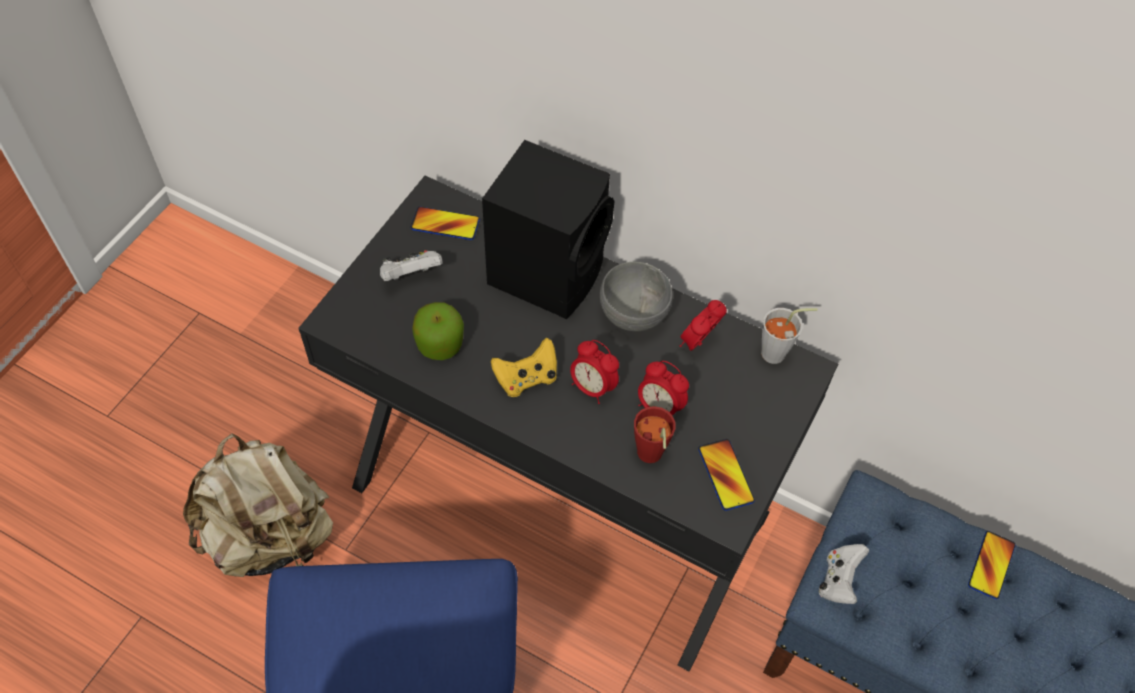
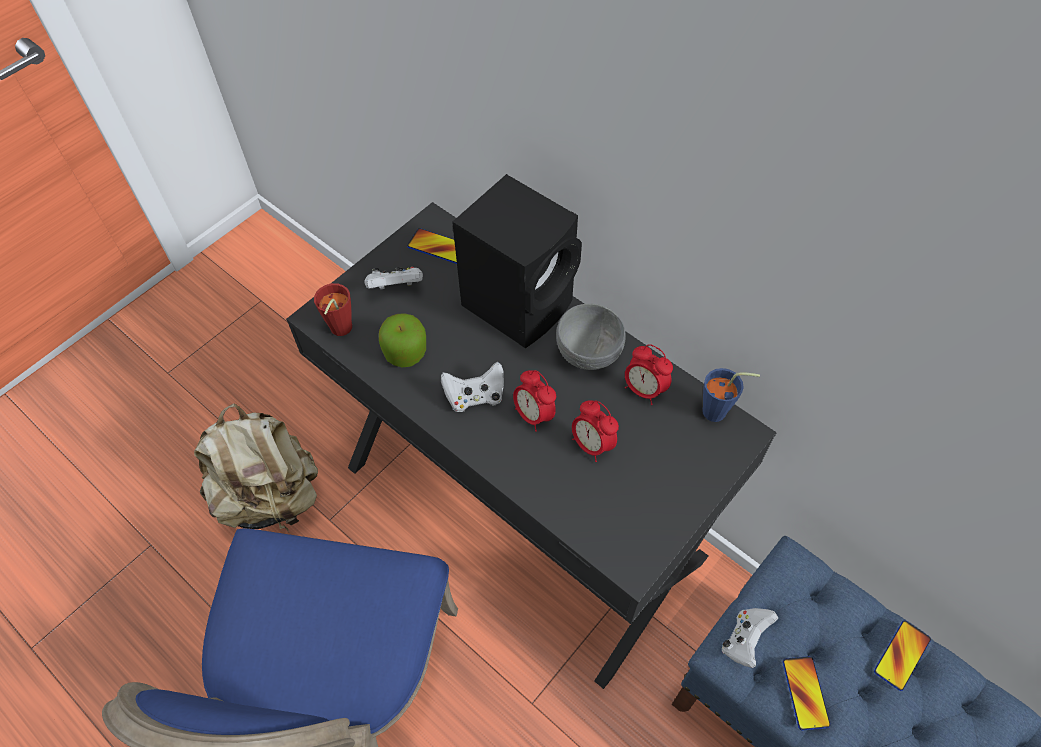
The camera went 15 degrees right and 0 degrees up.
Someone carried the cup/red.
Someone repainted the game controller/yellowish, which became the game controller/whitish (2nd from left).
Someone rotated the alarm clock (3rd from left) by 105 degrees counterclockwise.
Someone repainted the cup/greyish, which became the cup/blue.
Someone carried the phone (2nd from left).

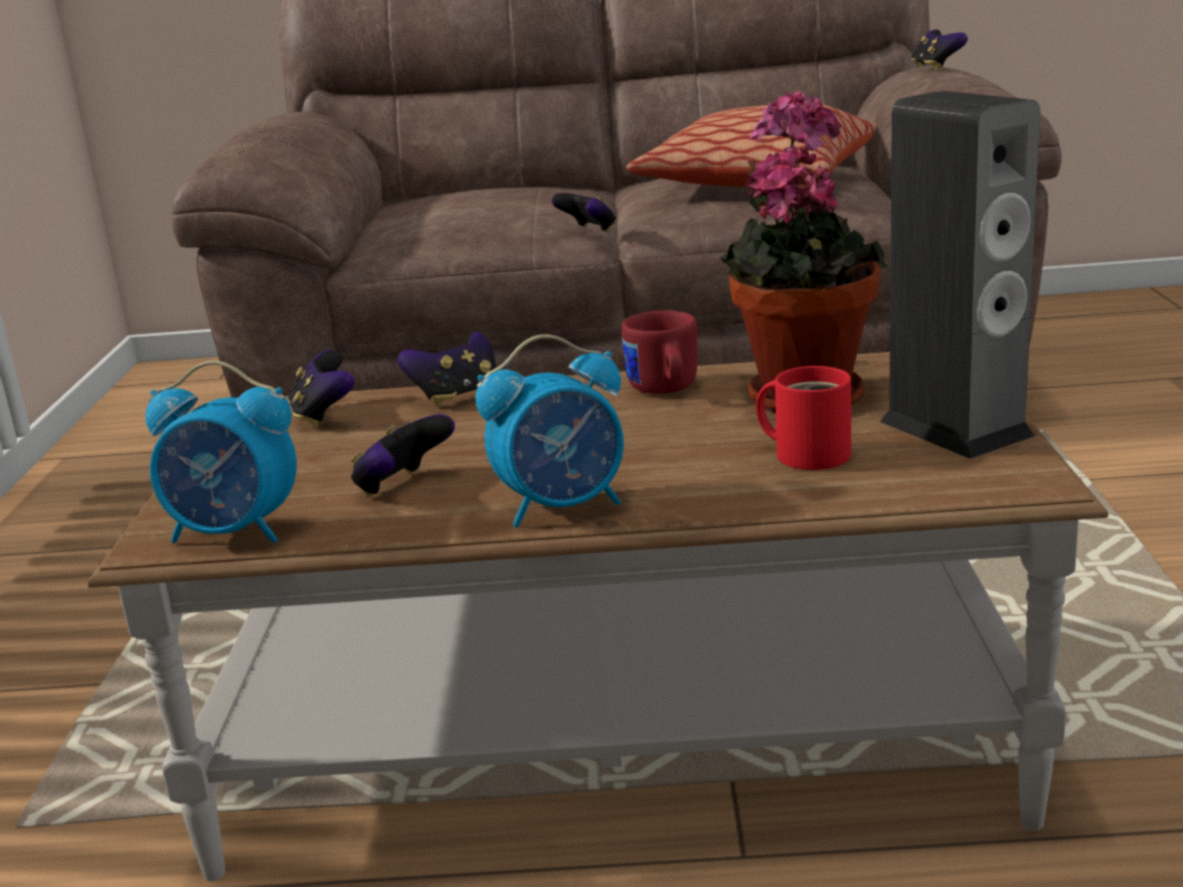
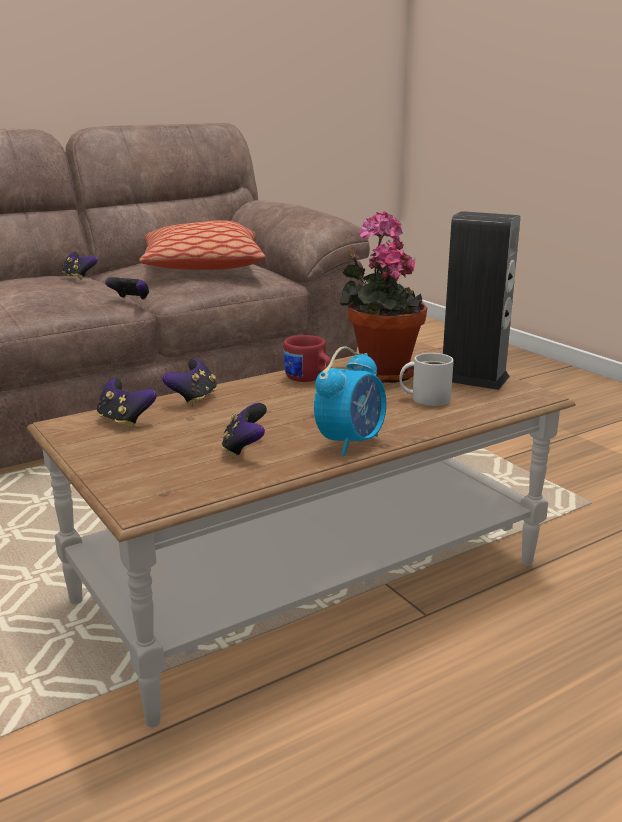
The camera went 35 degrees left and 0 degrees up.
Someone carried the game controller (5th from left in the first image).
Someone repainted the mug/red (2nd from left), which became the mug/whitish.
Someone took away the alarm clock (1st from left).

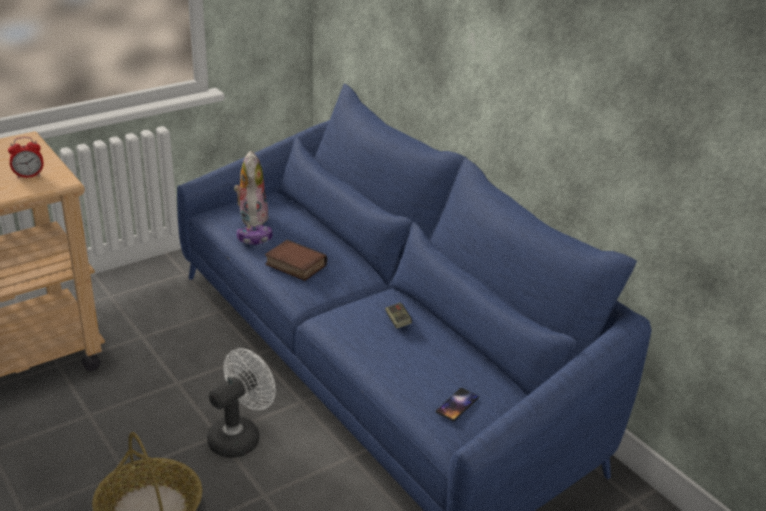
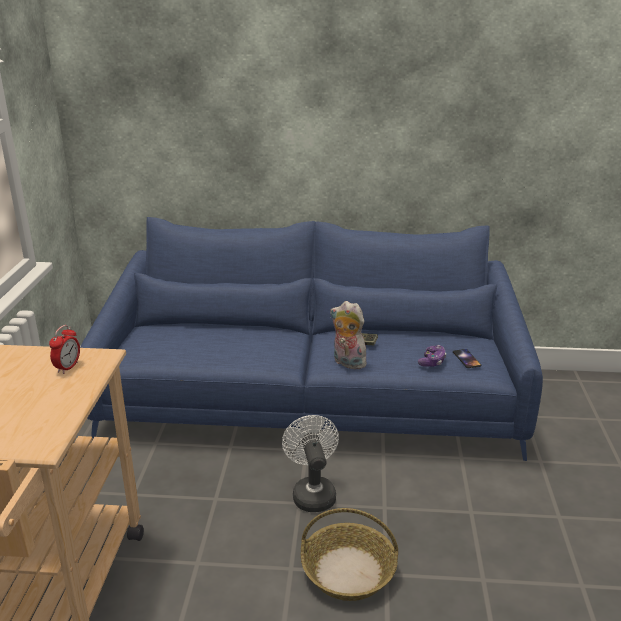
The camera went 50 degrees left and 5 degrees down.
Someone carried the soft toy.
Someone carried the game controller (1st from left in the first image).
Someone took away the volume.

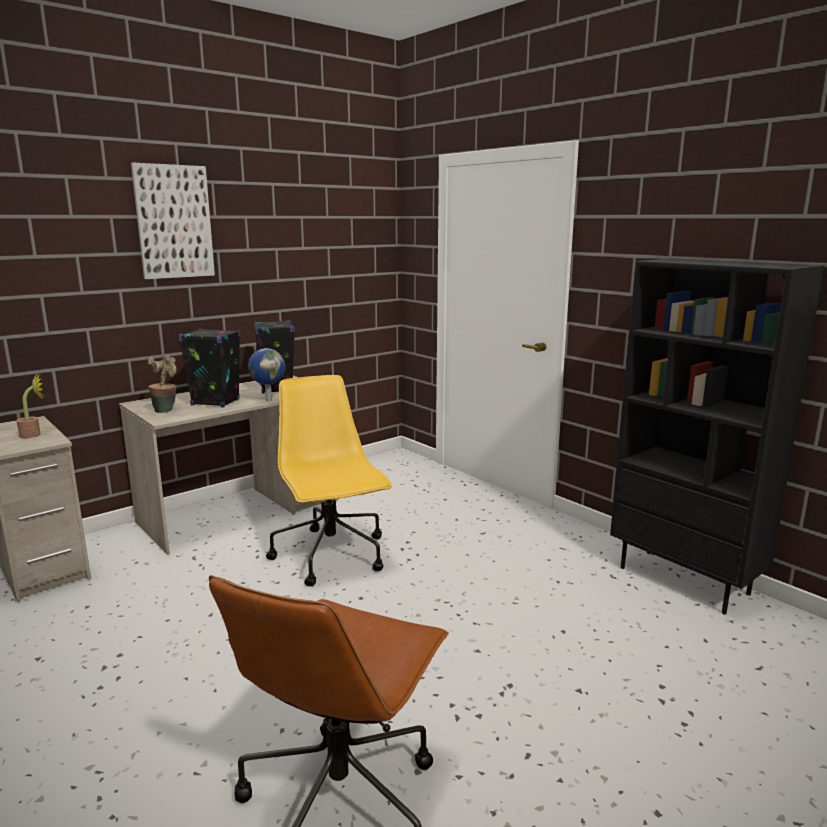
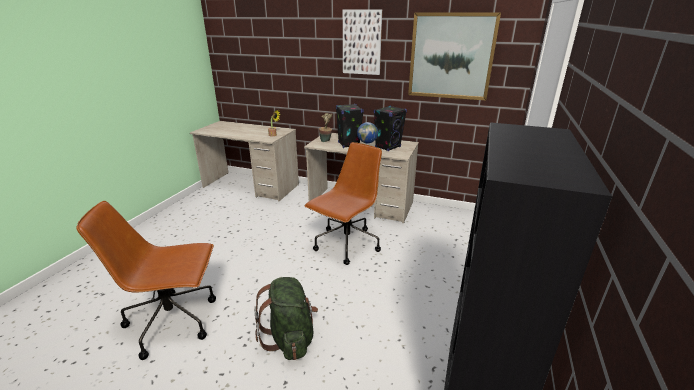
The camera went 60 degrees right and 10 degrees up.
Someone put down the backpack/green-coloured.
Someone repainted the office chair/yellowish, which became the office chair/brown (2nd from left).
Someone put up the picture (2nd from left).

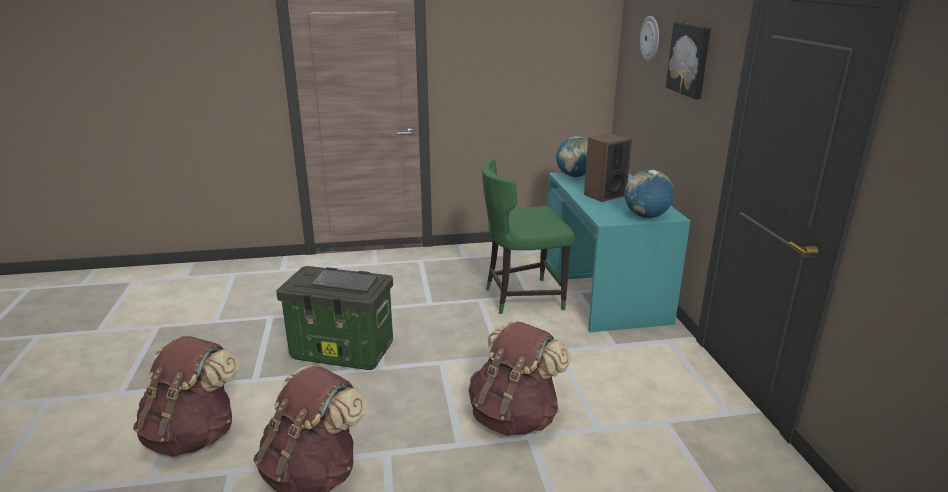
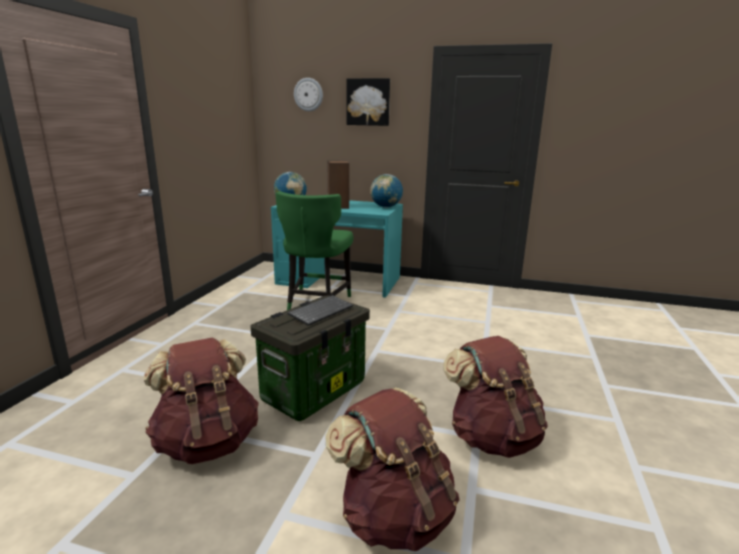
The camera went 65 degrees left and 5 degrees down.
Someone carried the backpack/brown (3rd from left in the first image).

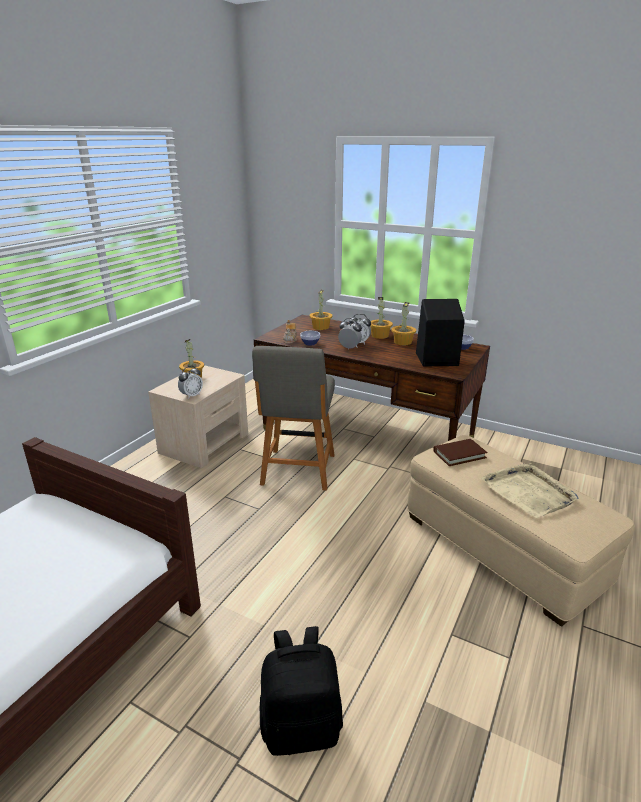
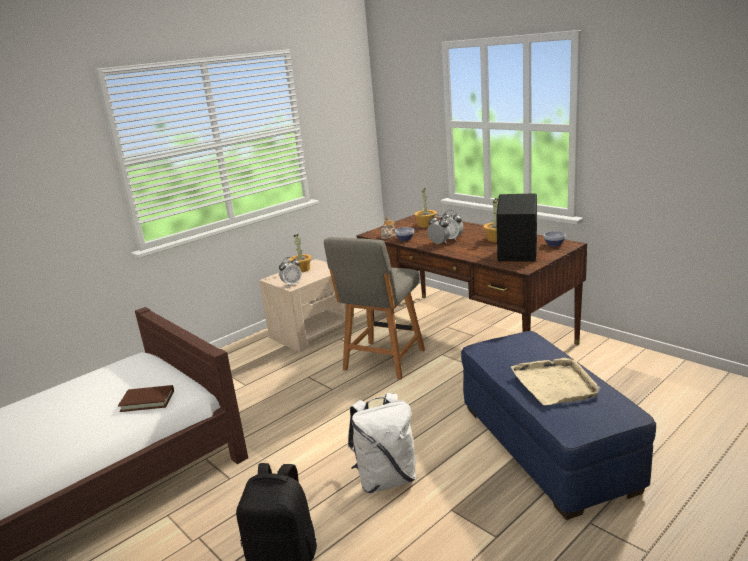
The camera went 20 degrees right and 5 degrees down.
Someone carried the volume/brown.
Someone put down the backpack/whitish.
Someone repainted the ottoman/sand-coloured, which became the ottoman/blue.
Someone took away the potted plant (3rd from left).

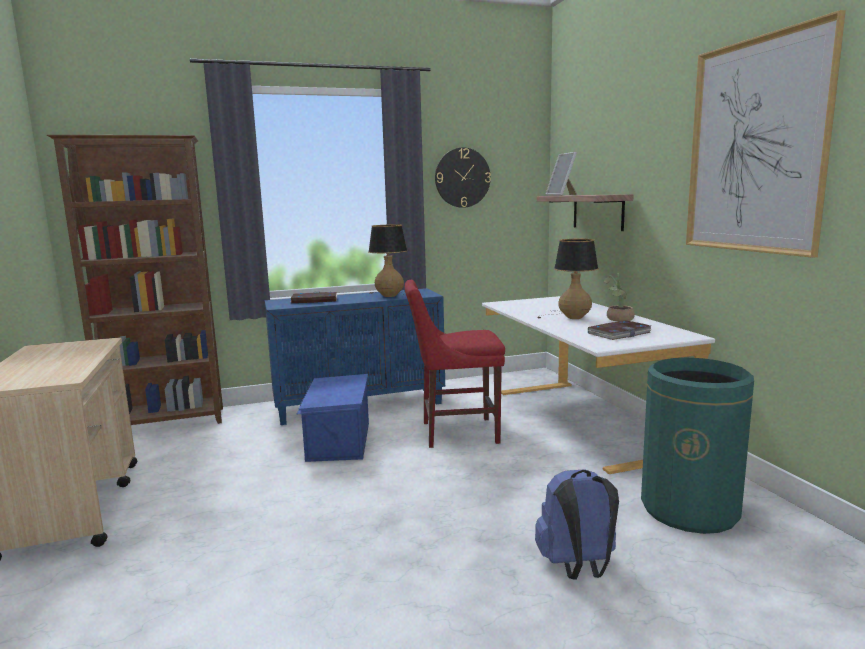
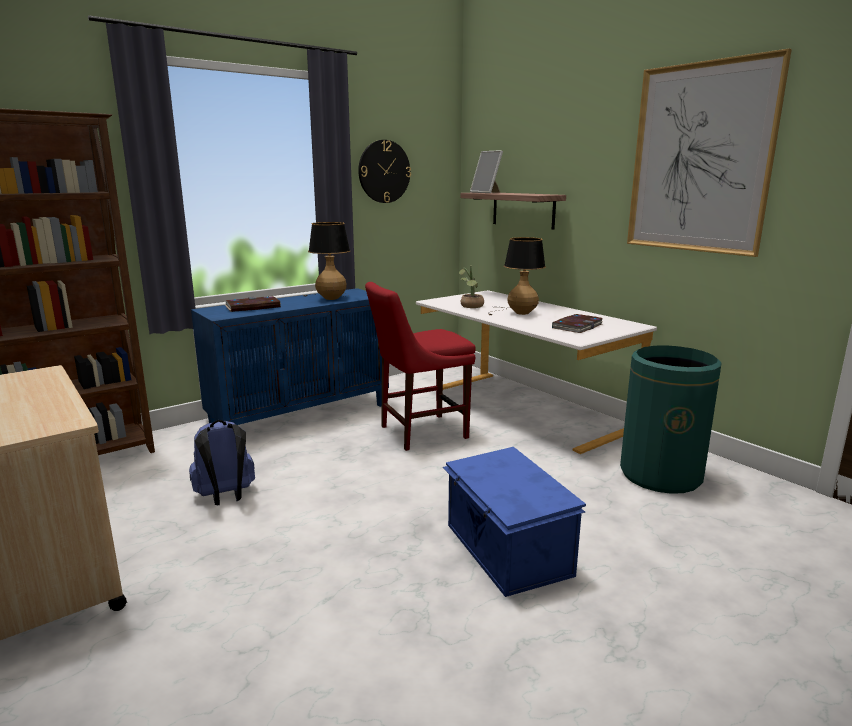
The camera went 20 degrees left and 5 degrees up.
Someone carried the backpack/blue.
Someone carried the storage bin/blue.
Someone carried the potted plant.

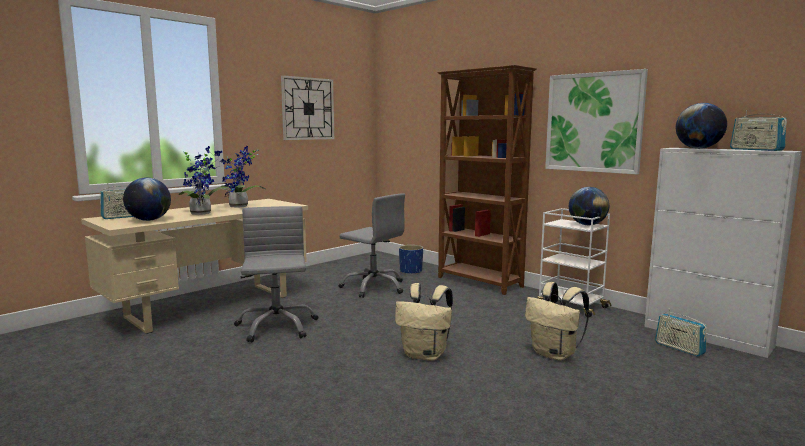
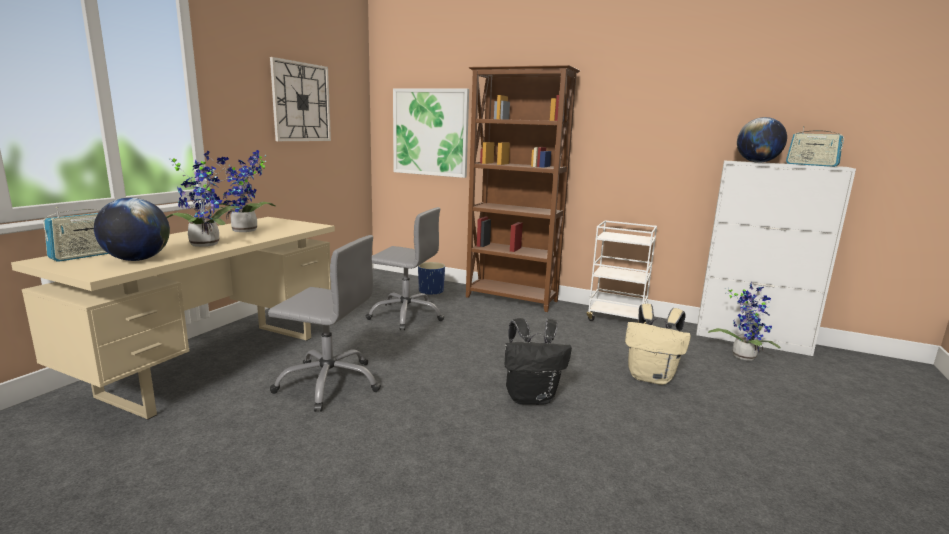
The camera went 20 degrees left and 5 degrees up.
Someone rotated the office chair/greyish (1st from left) by 135 degrees clockwise.
Someone carried the picture.
Someone repainted the backpack/sand-coloured (1st from left), which became the backpack/black-coloured.
Someone swapped the radio (2nd from left) for the potted plant (3rd from left).
Someone took away the world globe (2nd from left).

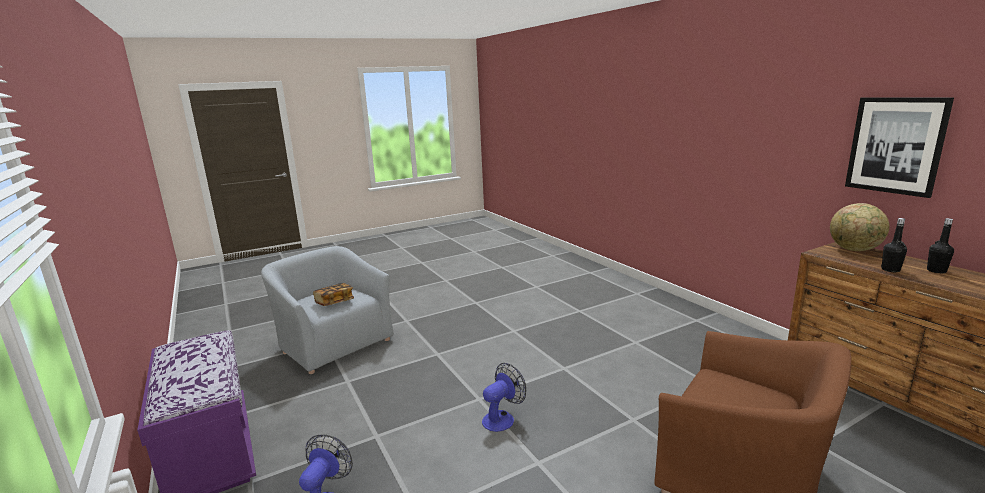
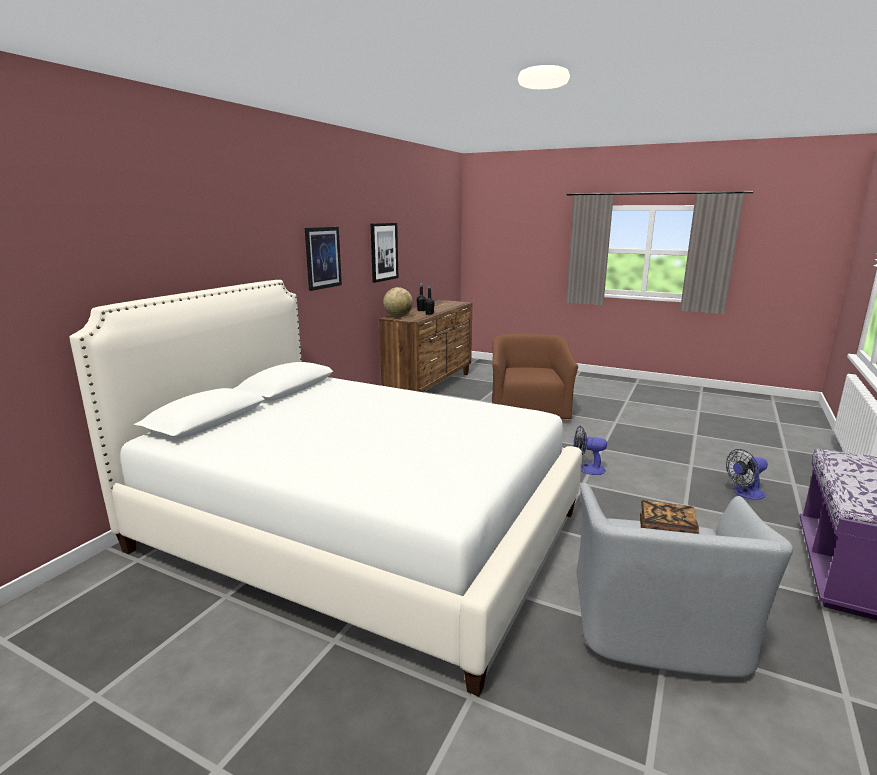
The camera went 125 degrees left and 0 degrees up.
Someone put down the bed/whitish.
Someone put up the picture (1st from left).

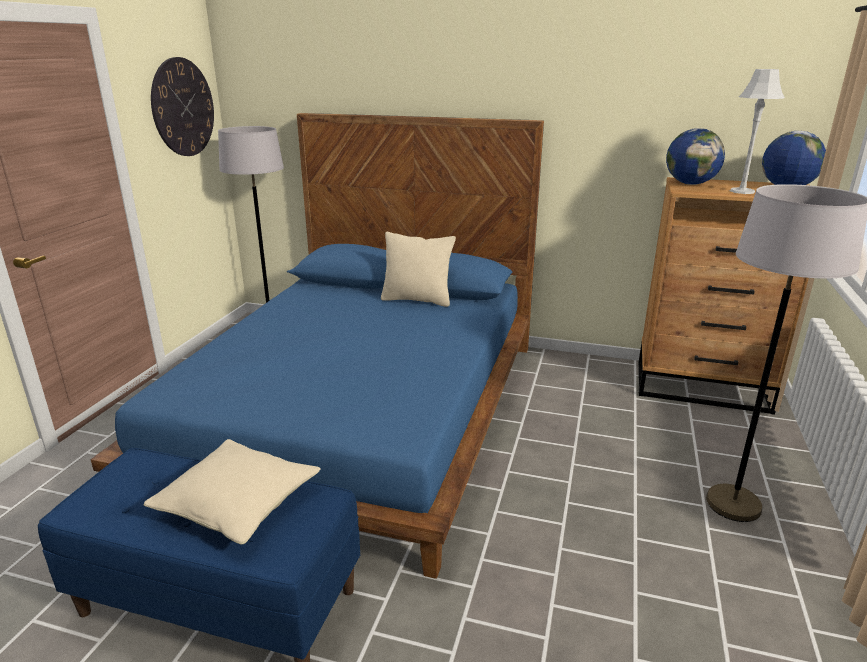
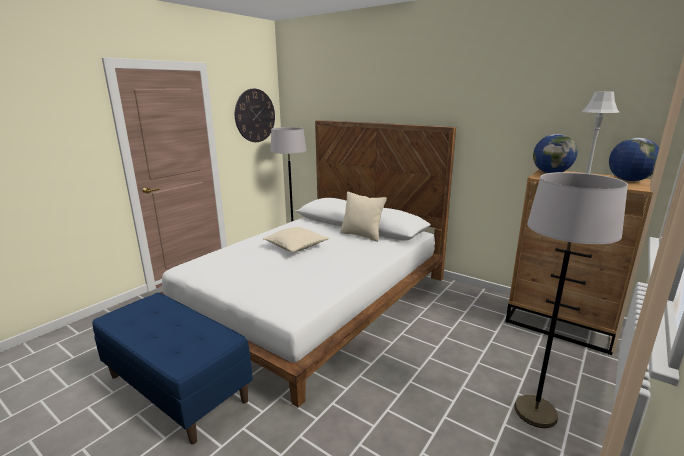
The camera went 20 degrees right and 5 degrees down.
Someone repainted the bed/blue, which became the bed/whitish.
Someone carried the cushion/sand-coloured (1st from left).

